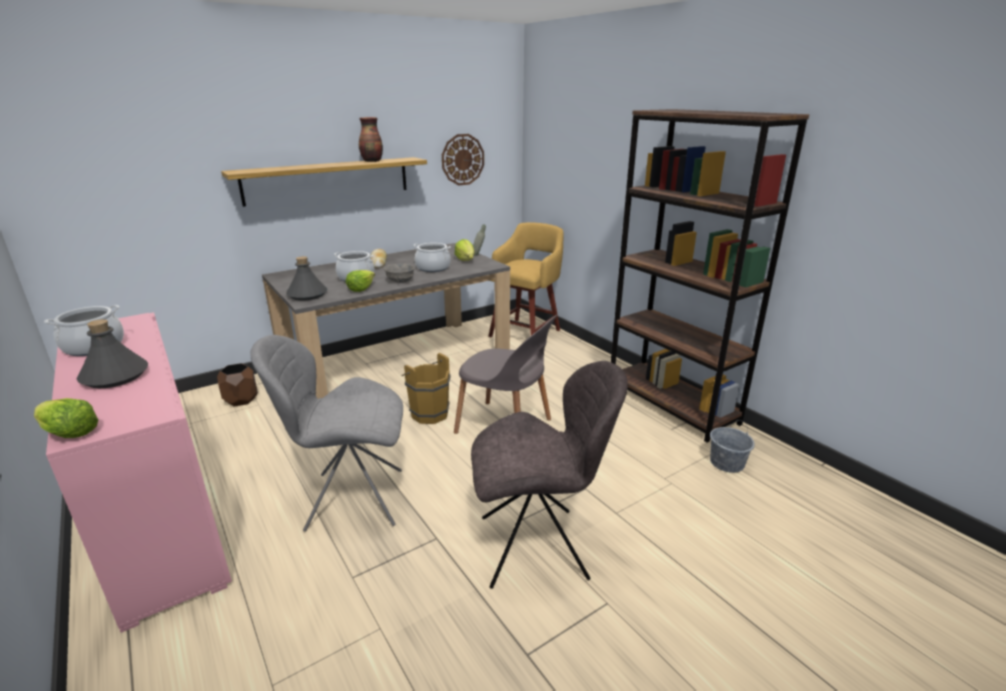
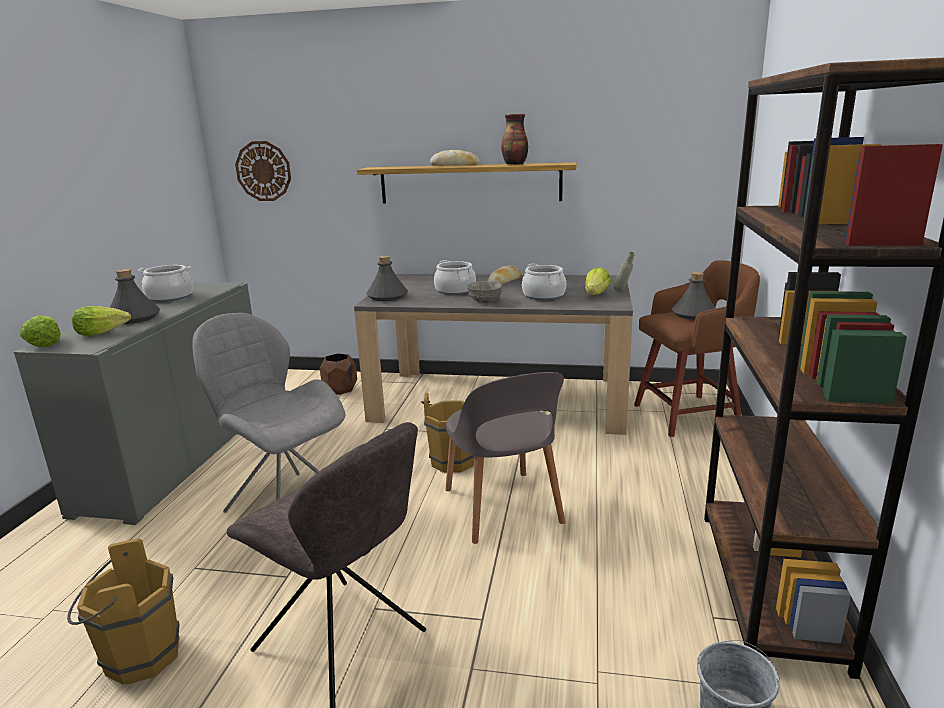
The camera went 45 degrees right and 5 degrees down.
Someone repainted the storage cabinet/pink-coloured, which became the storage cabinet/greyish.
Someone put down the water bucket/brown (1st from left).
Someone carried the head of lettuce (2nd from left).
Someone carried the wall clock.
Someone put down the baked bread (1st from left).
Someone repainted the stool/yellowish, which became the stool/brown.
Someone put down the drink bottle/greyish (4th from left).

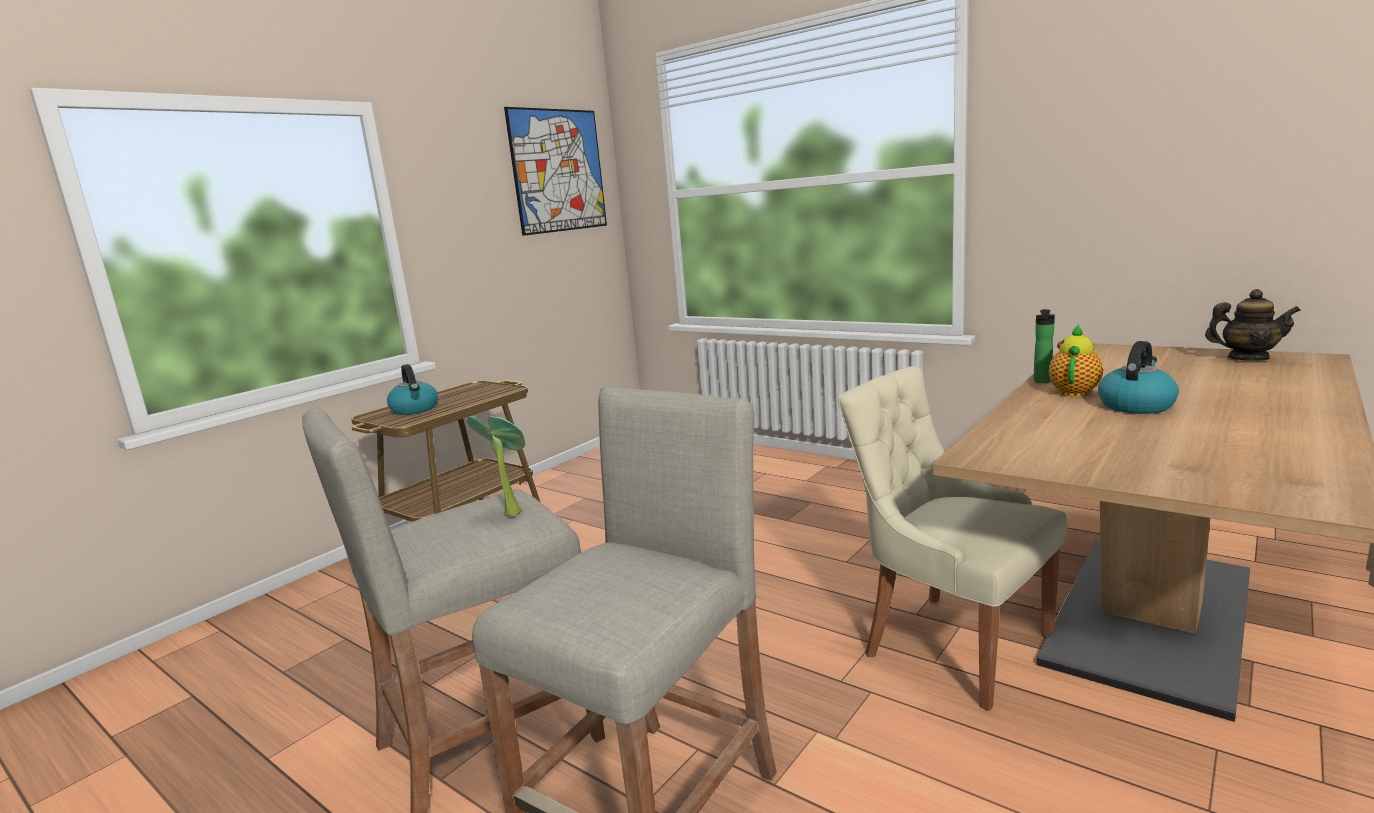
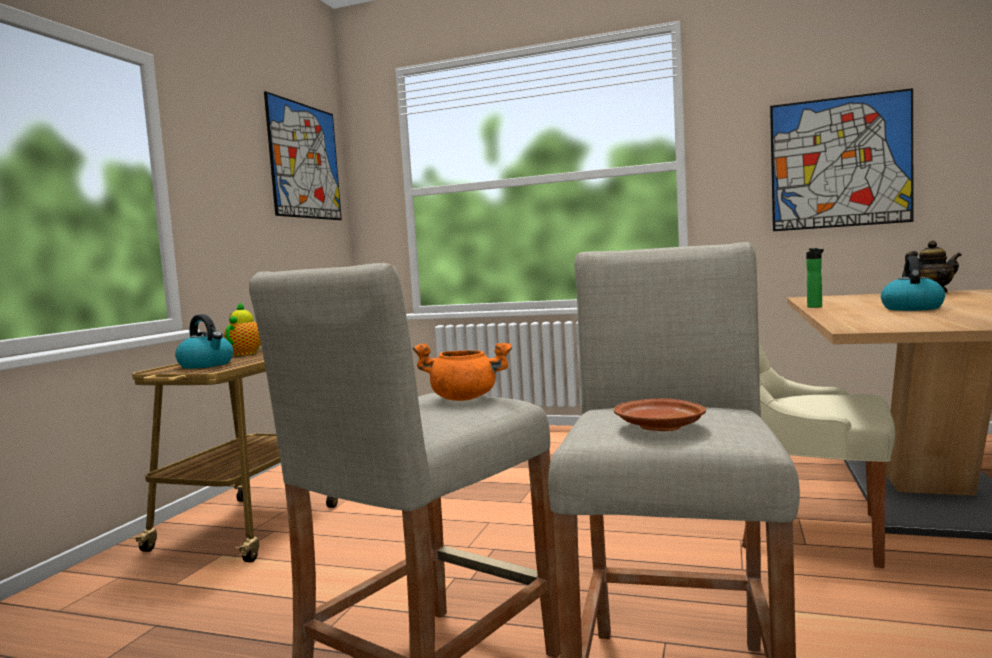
The camera went 20 degrees left and 10 degrees down.
Someone carried the tea pot (1st from left).
Someone swapped the potted plant for the stockpot/orange.
Someone put down the flat dish/brown.
Someone put up the picture (2nd from left).

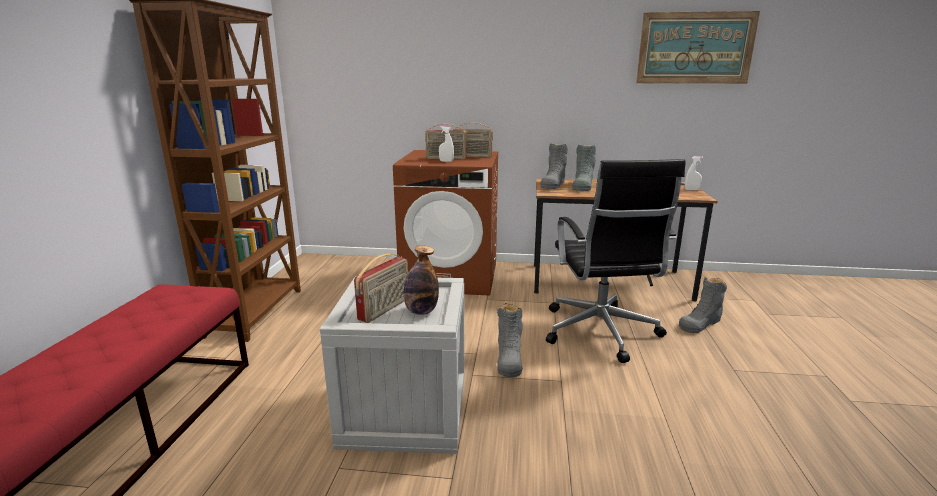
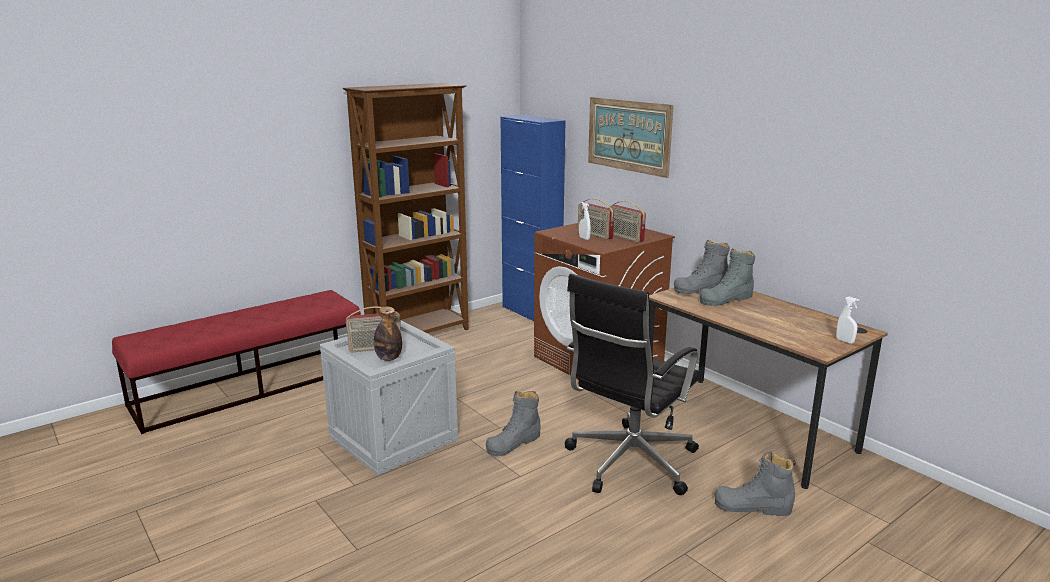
The camera went 45 degrees right and 0 degrees up.
Someone put down the storage cabinet/blue.
Someone carried the picture.

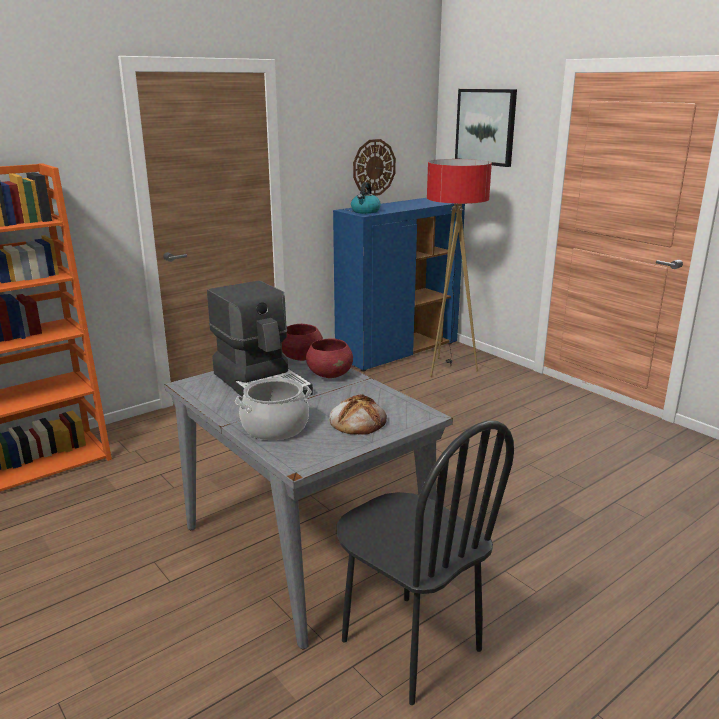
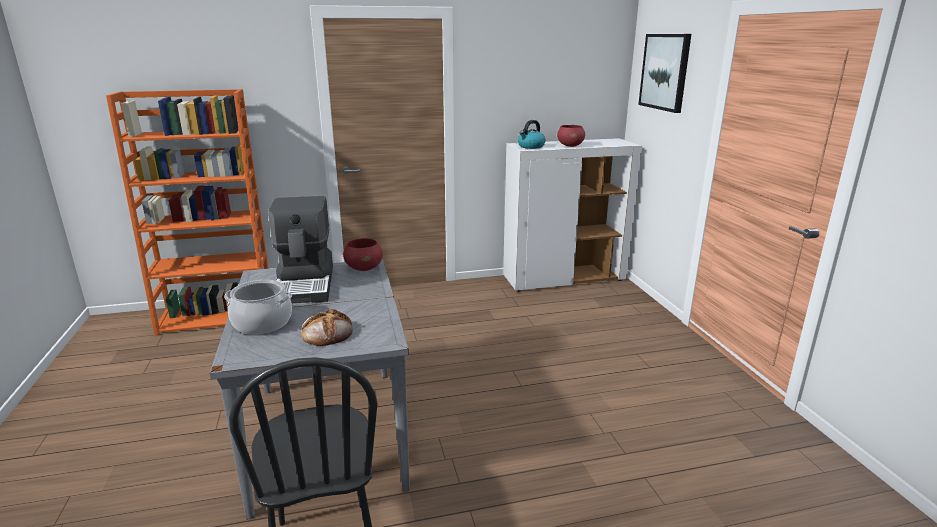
The camera went 25 degrees right and 0 degrees up.
Someone repainted the storage cabinet/blue, which became the storage cabinet/whitish.
Someone carried the bowl/red (2nd from left).
Someone took away the wall clock.
Someone took away the standard lamp.

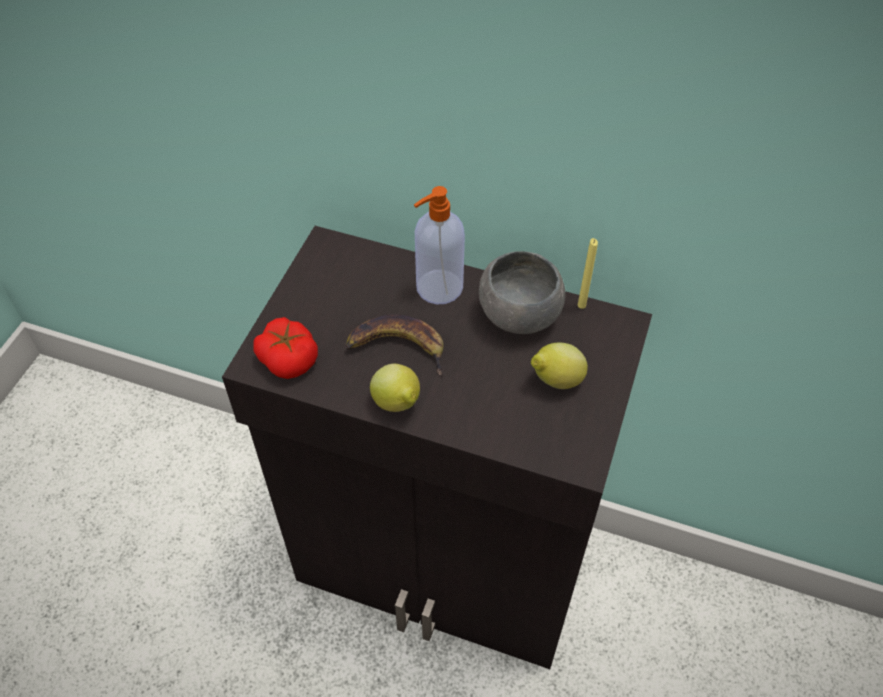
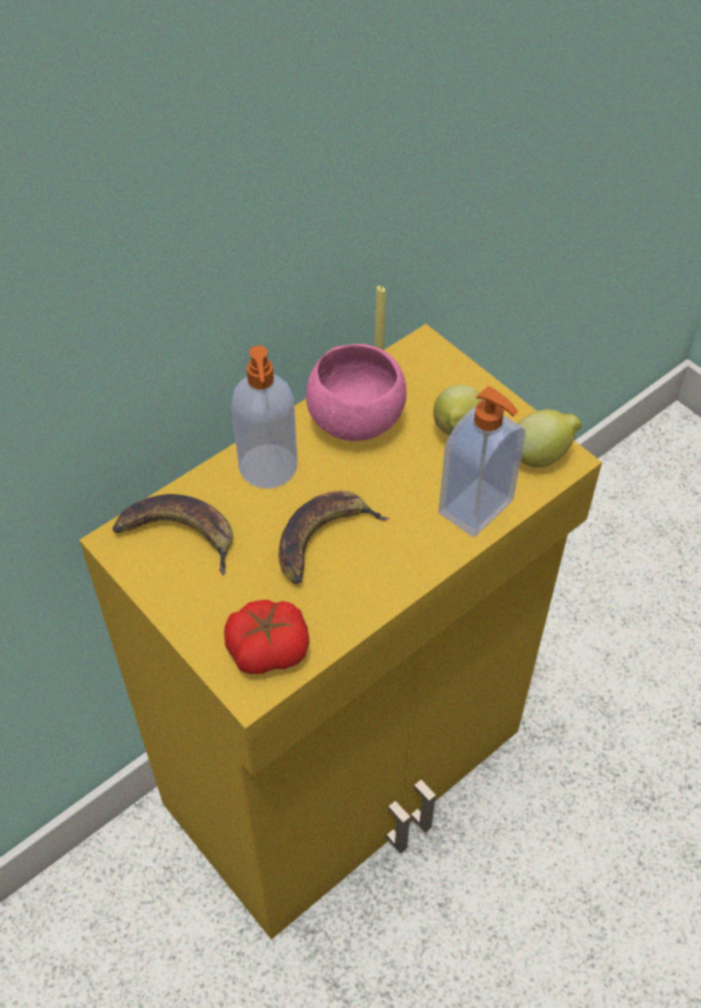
The camera went 60 degrees left and 0 degrees up.
Someone repainted the storage cabinet/black-coloured, which became the storage cabinet/yellowish.
Someone put down the whole banana (1st from left).
Someone repainted the bowl/greyish, which became the bowl/pink-coloured.
Someone put down the liquid soap bottle (2nd from left).
Someone carried the whole lemon (1st from left in the first image).

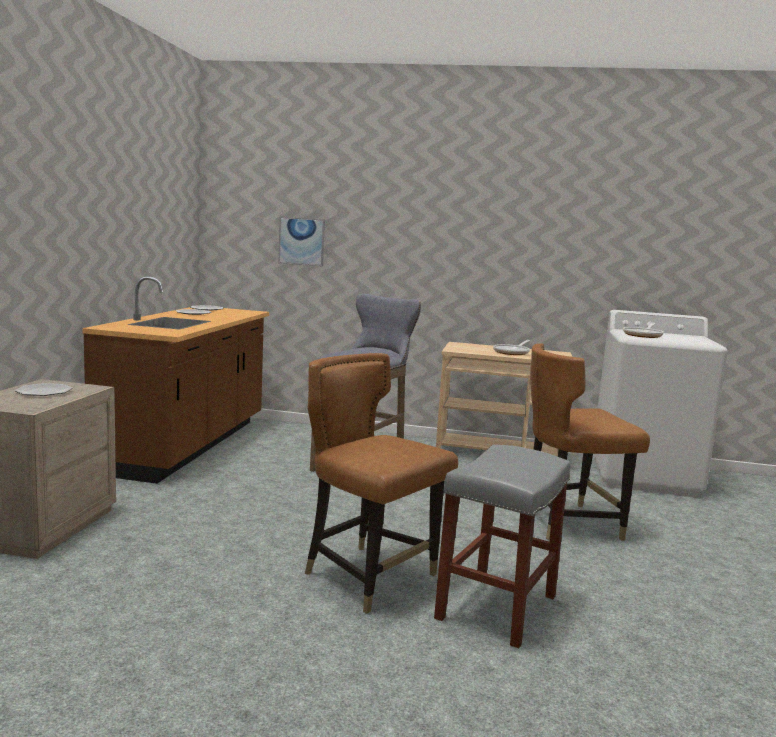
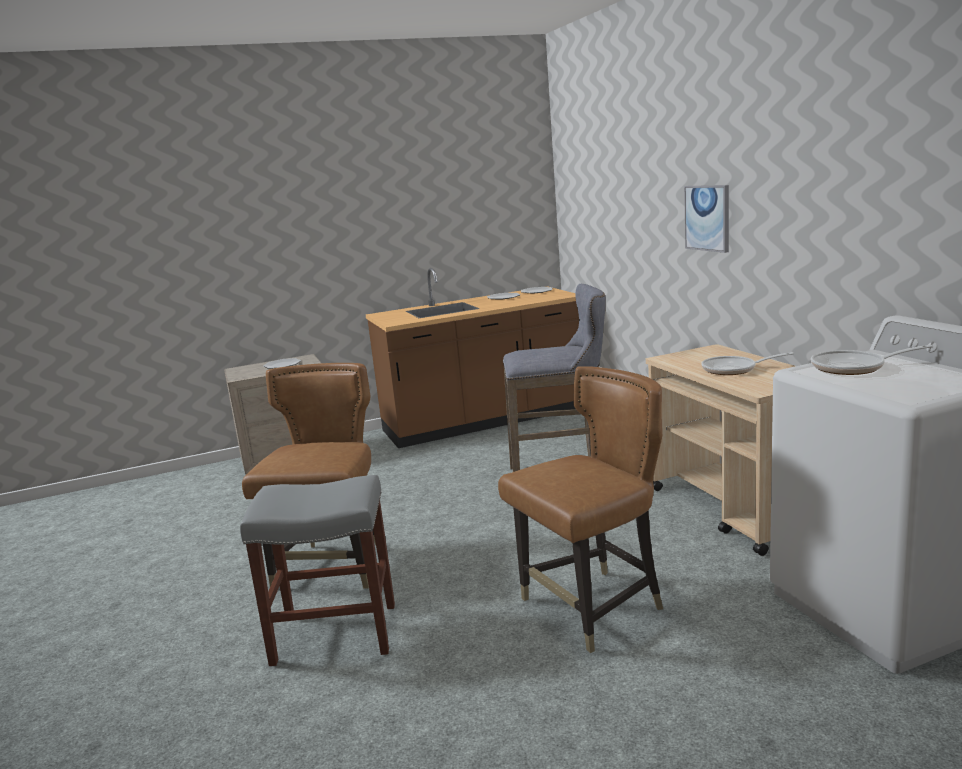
The camera went 60 degrees right and 5 degrees up.
Someone rotated the plain chair/brown (2nd from left) by 105 degrees clockwise.
Someone carried the picture.

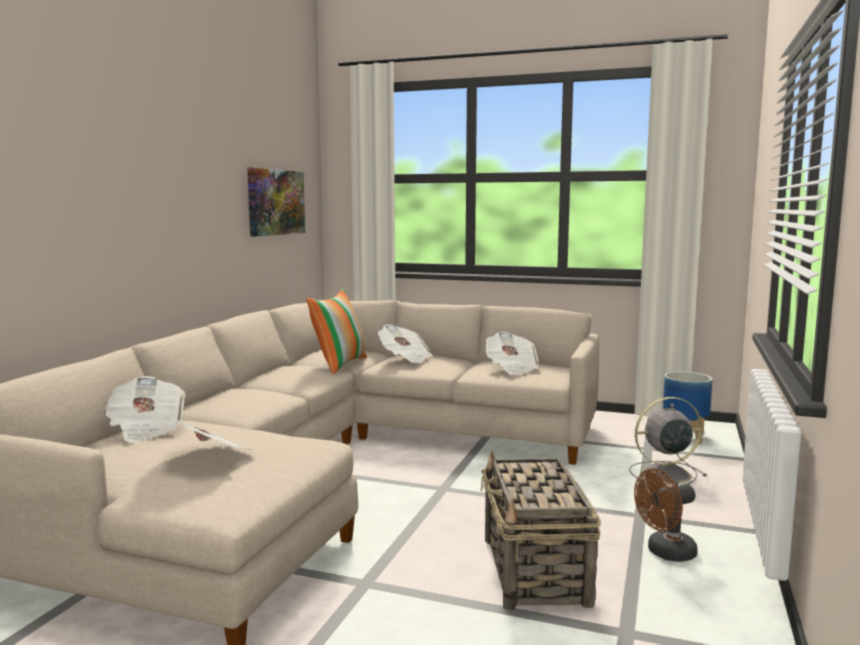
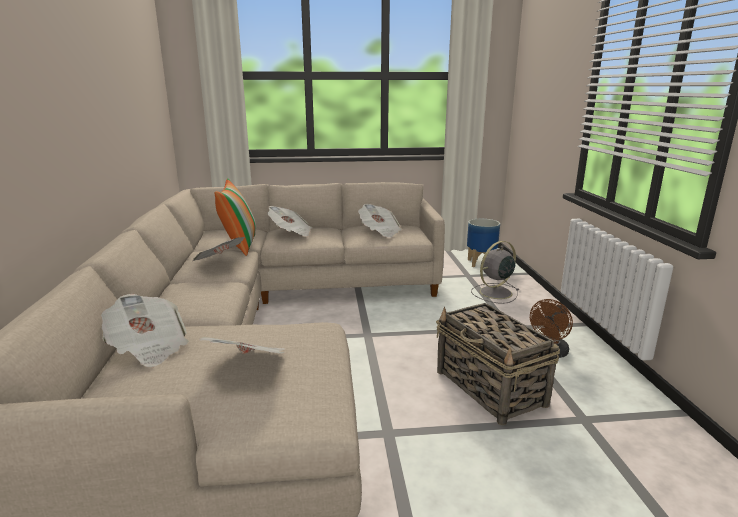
The camera went 25 degrees left and 10 degrees up.
Someone put down the newspaper (2nd from left).
Someone took away the picture.

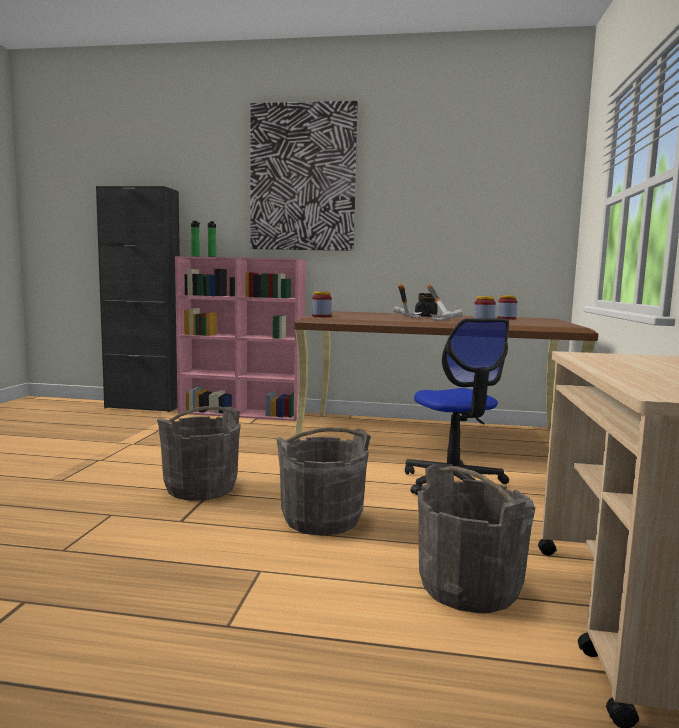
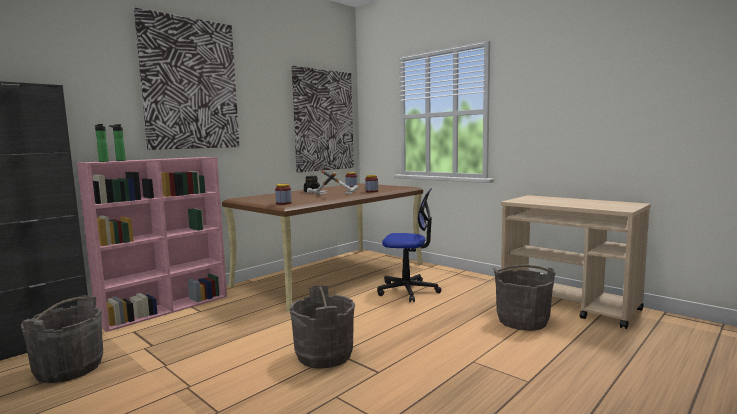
The camera went 55 degrees left and 0 degrees up.
Someone carried the water bucket/greyish (2nd from left in the first image).
Someone put up the picture (2nd from left).

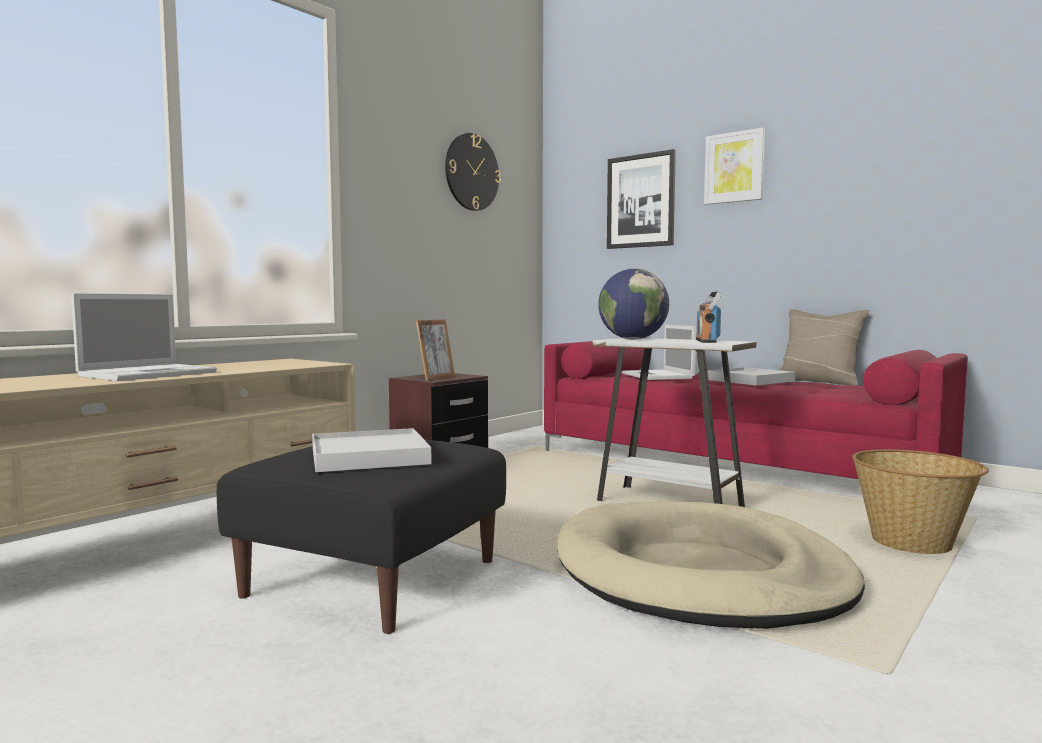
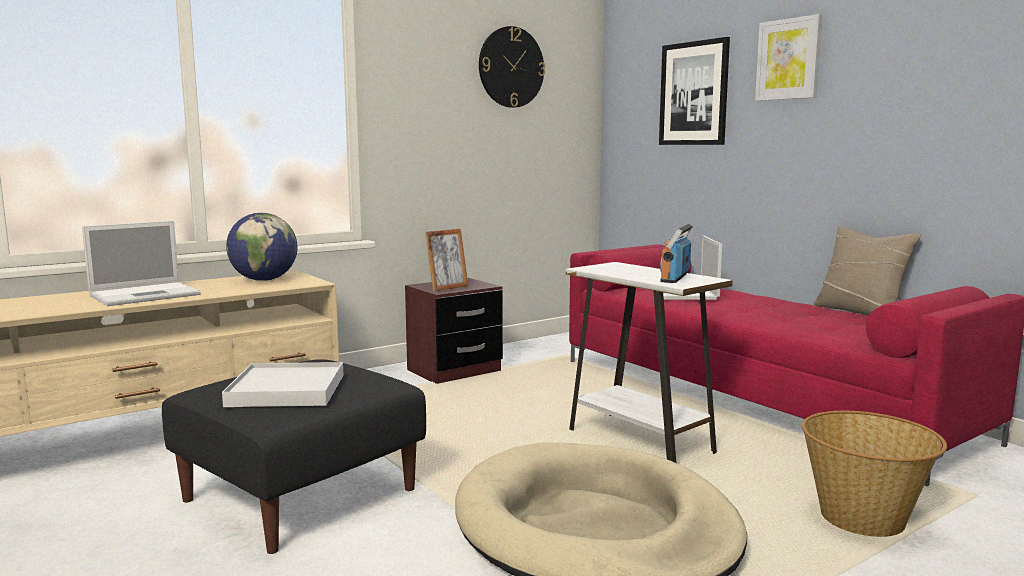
The camera went 15 degrees right and 5 degrees up.
Someone carried the world globe.
Someone took away the tray/whitish (2nd from left).

